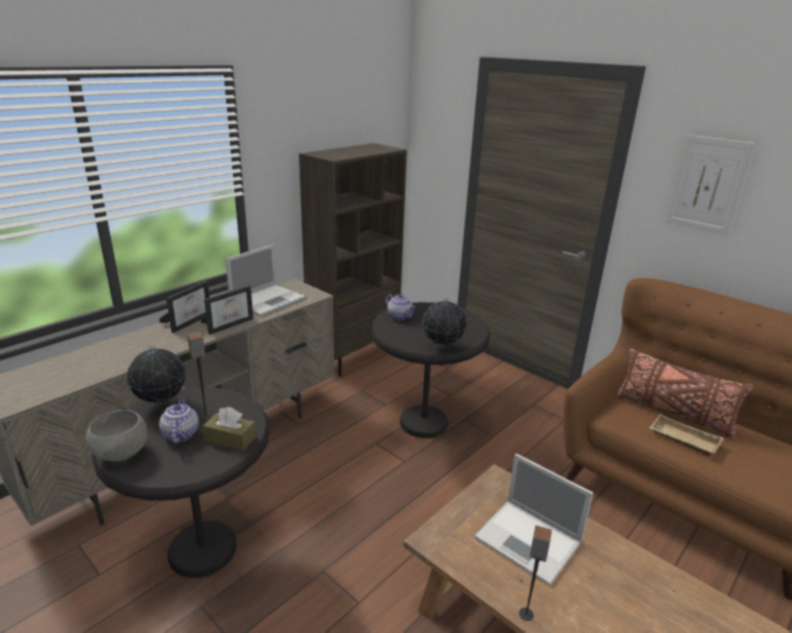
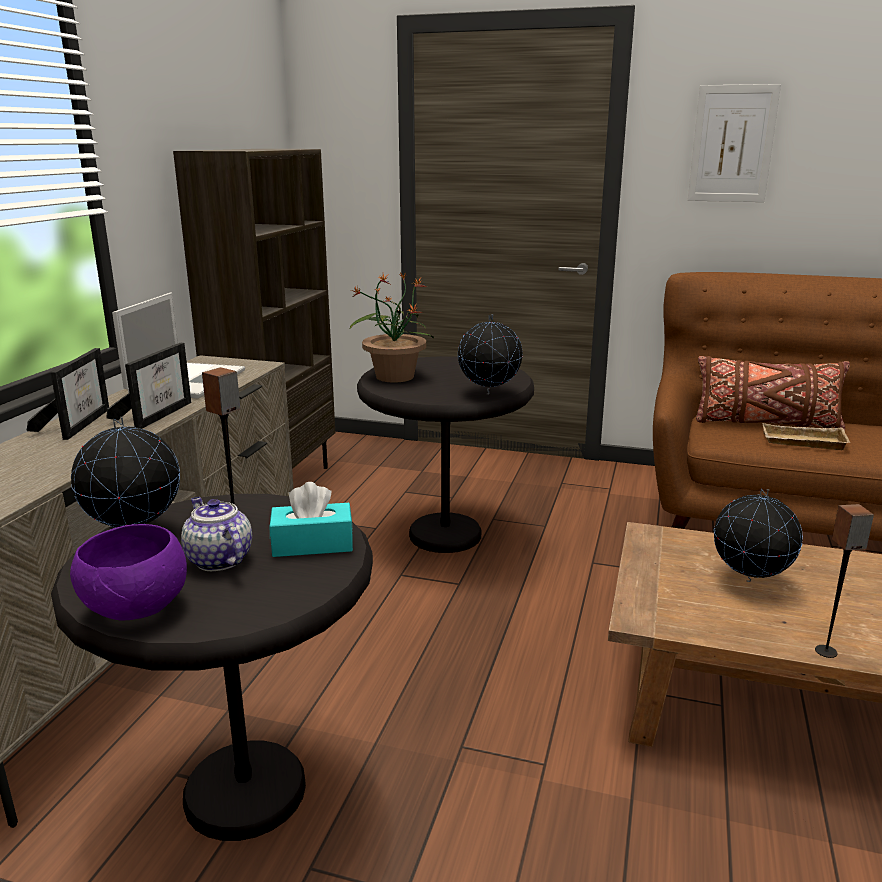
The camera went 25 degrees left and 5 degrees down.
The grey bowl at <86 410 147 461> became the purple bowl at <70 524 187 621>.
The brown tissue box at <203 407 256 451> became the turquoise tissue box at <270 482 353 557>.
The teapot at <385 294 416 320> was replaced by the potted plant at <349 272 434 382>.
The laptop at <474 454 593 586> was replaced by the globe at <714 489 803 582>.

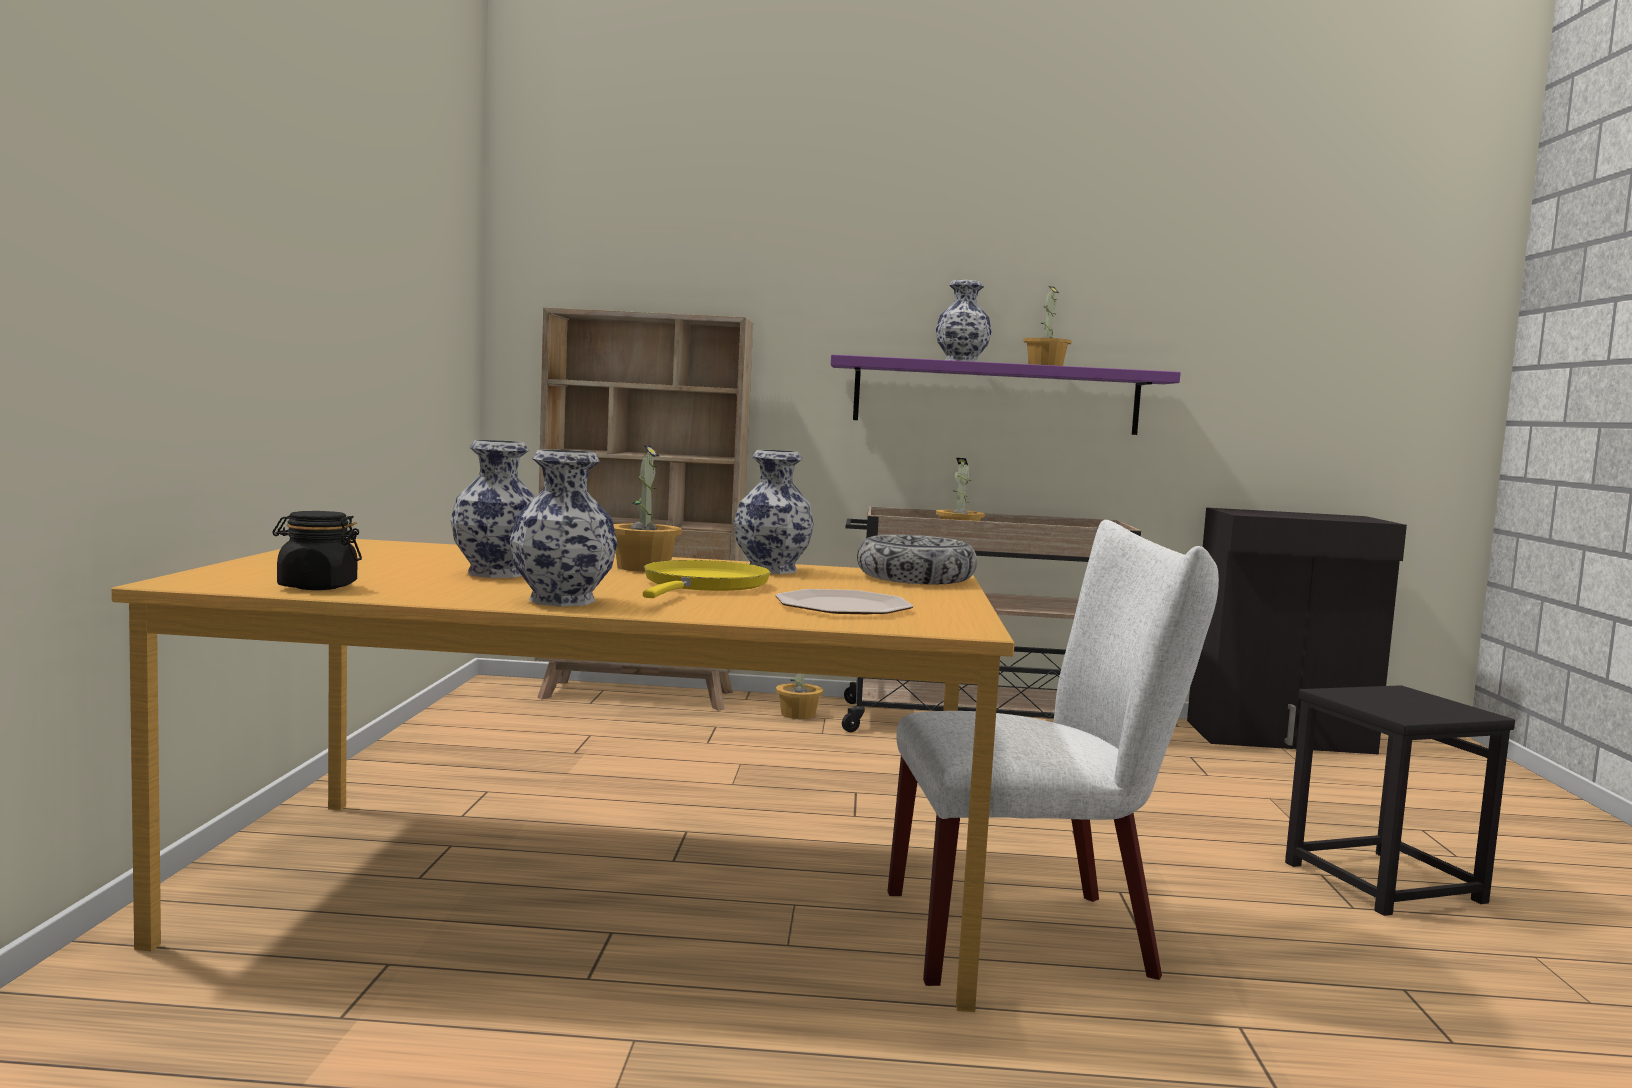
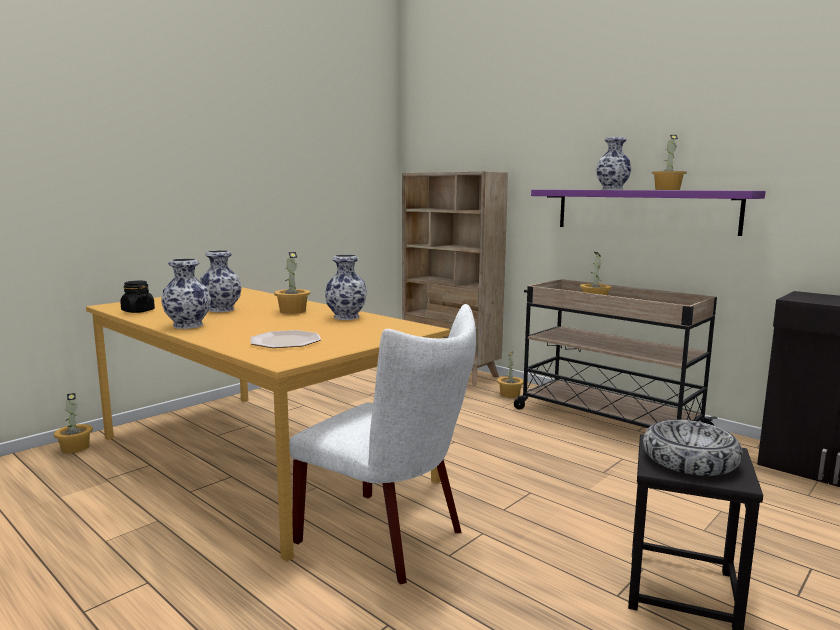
The camera went 40 degrees right and 5 degrees up.
The yellow frying pan at <643 560 771 598> disappeared.
The bowl moved from <857 535 977 584> to <643 420 743 476>.
The potted plant at <54 393 93 453> appeared.

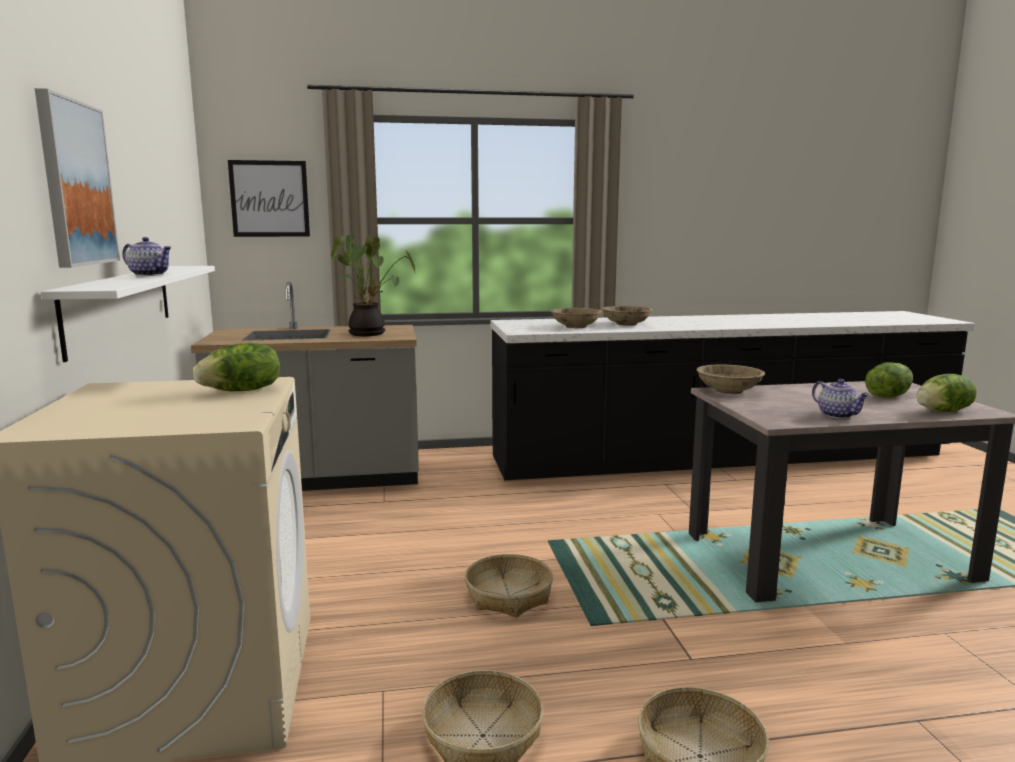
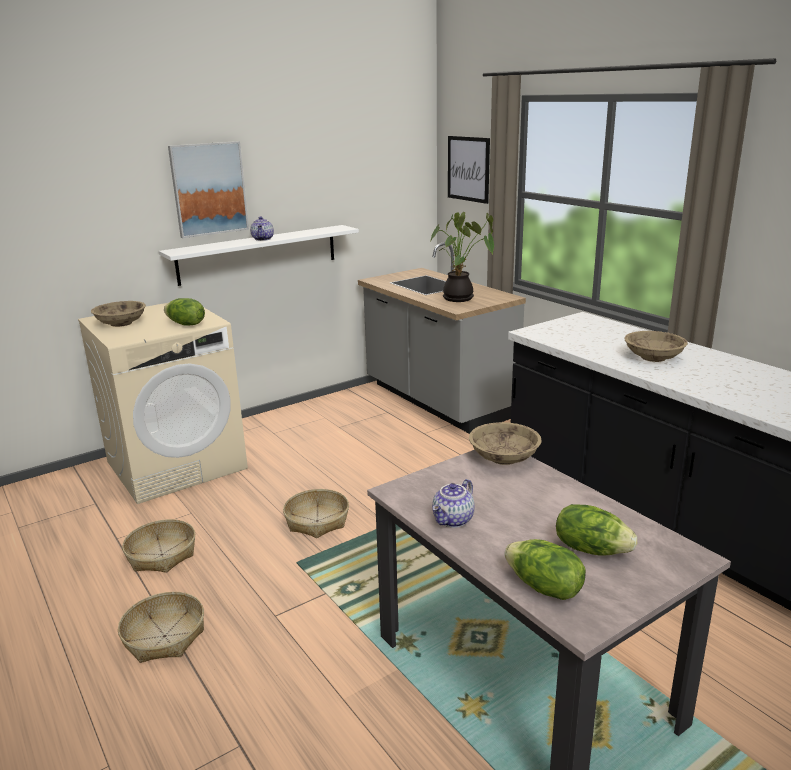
The camera went 65 degrees right and 10 degrees up.
The beige bowl moved from <551 308 602 328> to <91 301 146 327>.

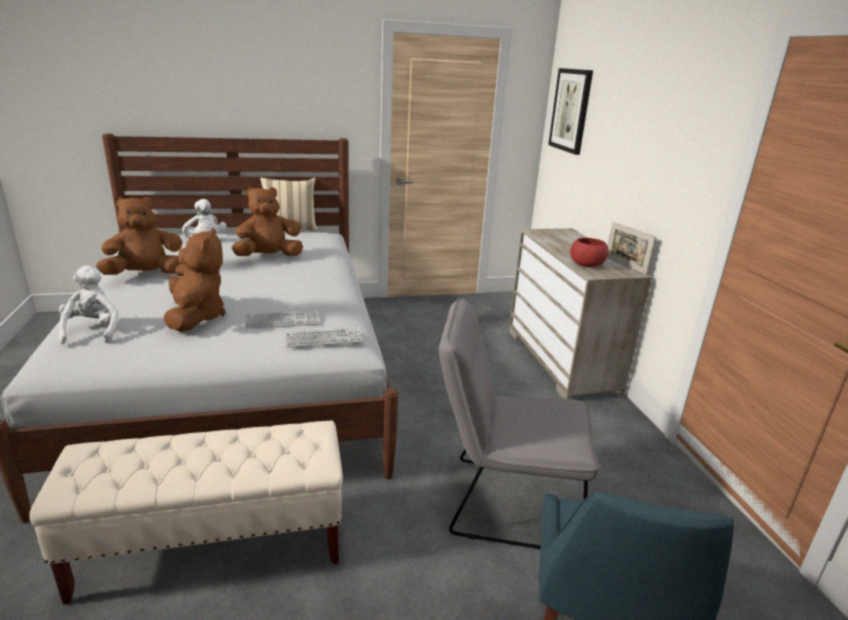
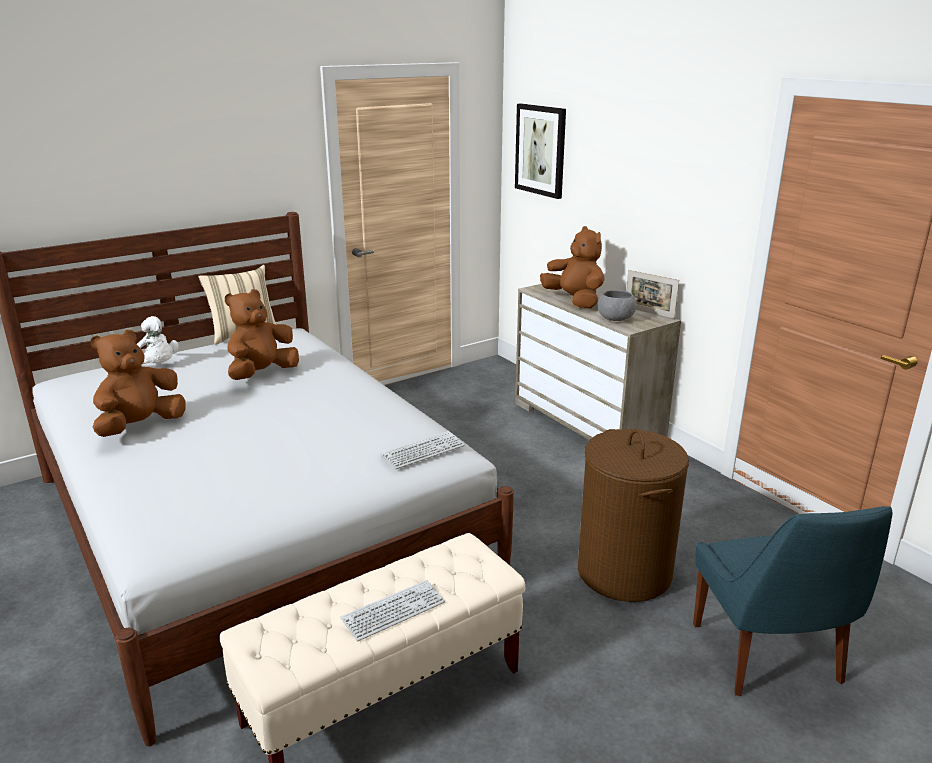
The camera went 20 degrees left and 0 degrees up.
The white plush toy at <59 266 119 344> disappeared.
The brown plush toy moved from <164 228 226 332> to <540 226 604 308>.
The keyboard moved from <245 310 320 328> to <340 580 445 641>.
The grey chair at <439 297 601 549> was replaced by the brown laundry basket at <578 429 689 602>.
The red bowl at <570 238 609 267> became the grey bowl at <597 290 637 321>.

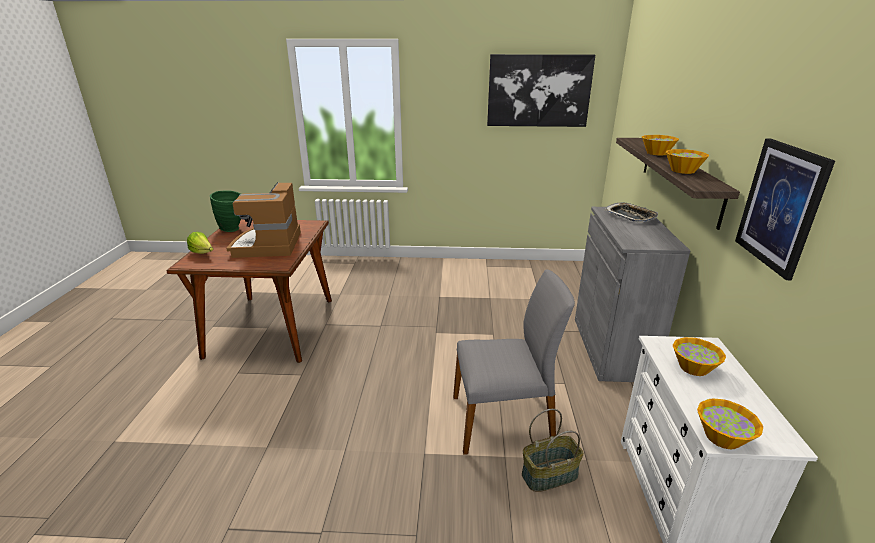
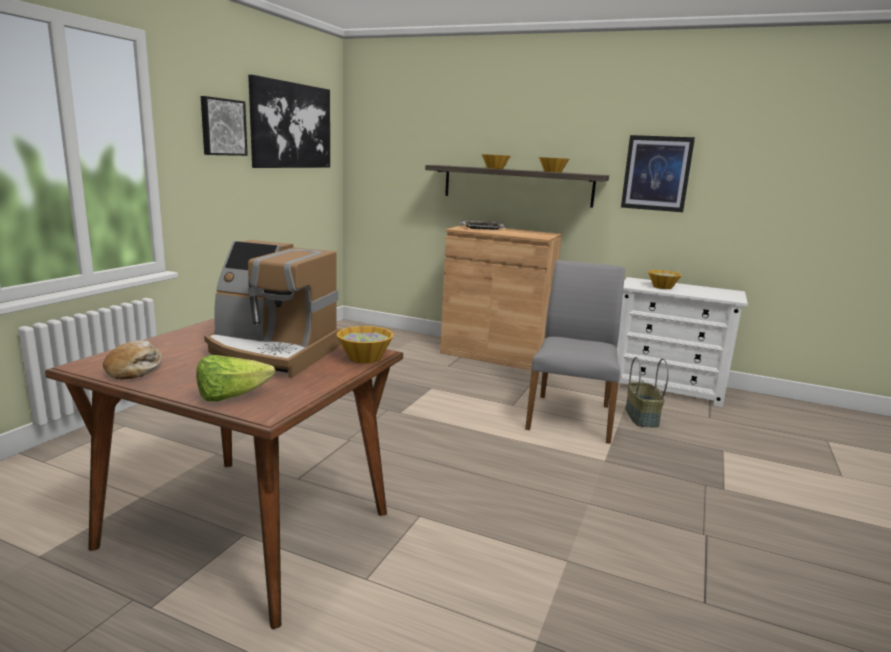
The camera went 70 degrees left and 10 degrees down.
The green vase at <210 190 241 232> was replaced by the bread at <103 340 162 380>.
The grey cabinet at <575 207 690 382> became the brown cabinet at <440 224 562 371>.
The bowl moved from <697 398 763 449> to <336 326 394 364>.
The picture at <201 96 248 156> appeared.

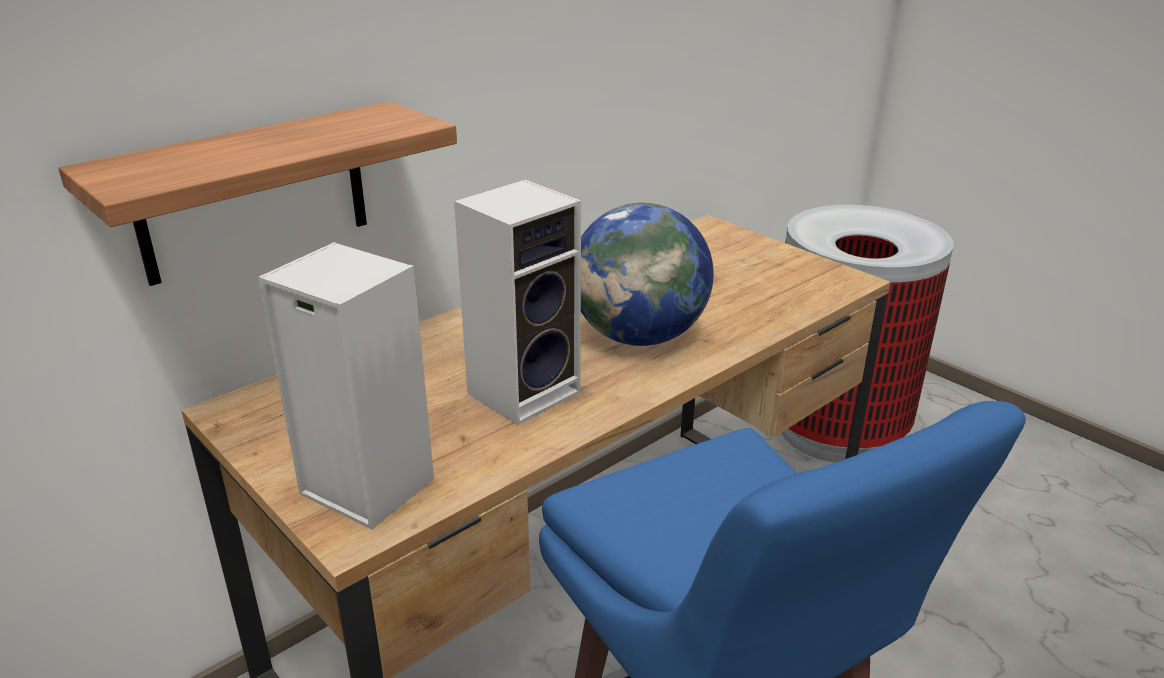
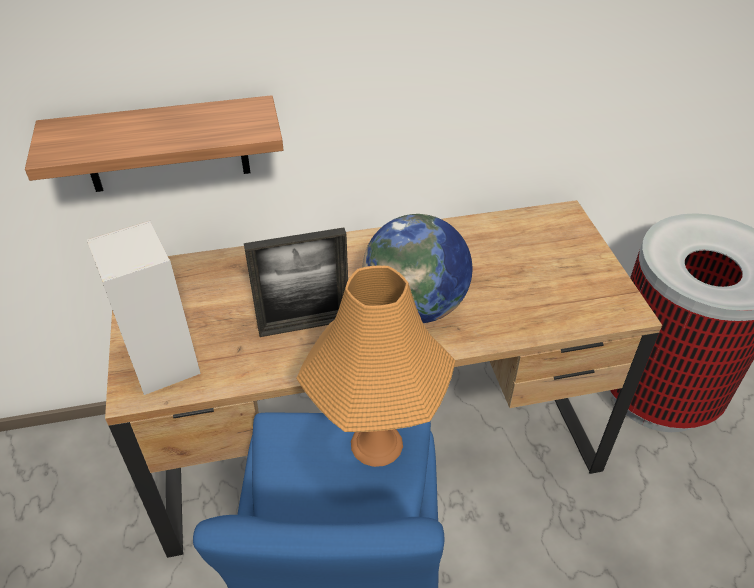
The camera went 30 degrees right and 15 degrees up.
The speaker at <454 180 581 425> was replaced by the picture frame at <244 227 348 337>.
The orange table lamp at <296 265 456 467> appeared.

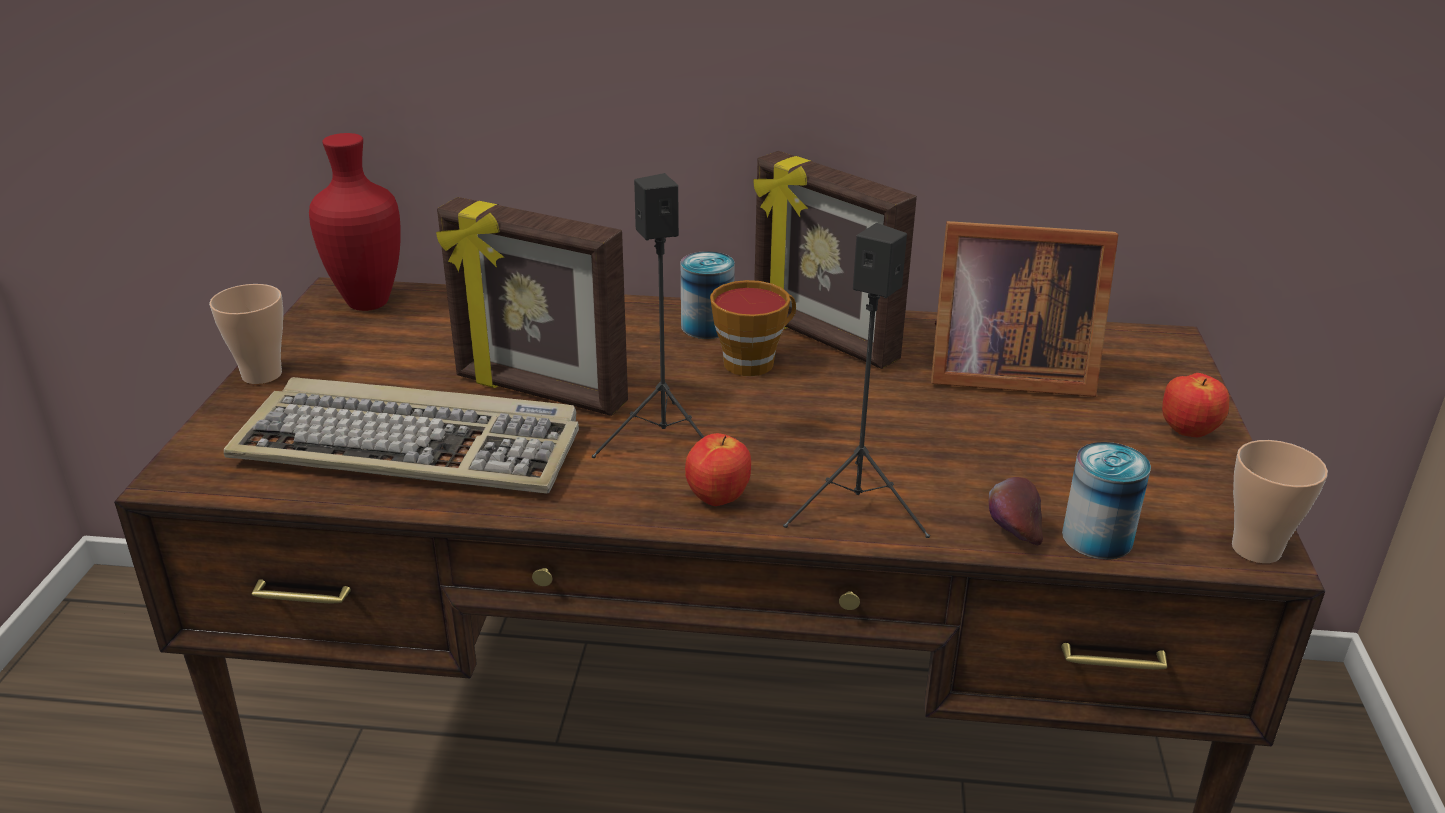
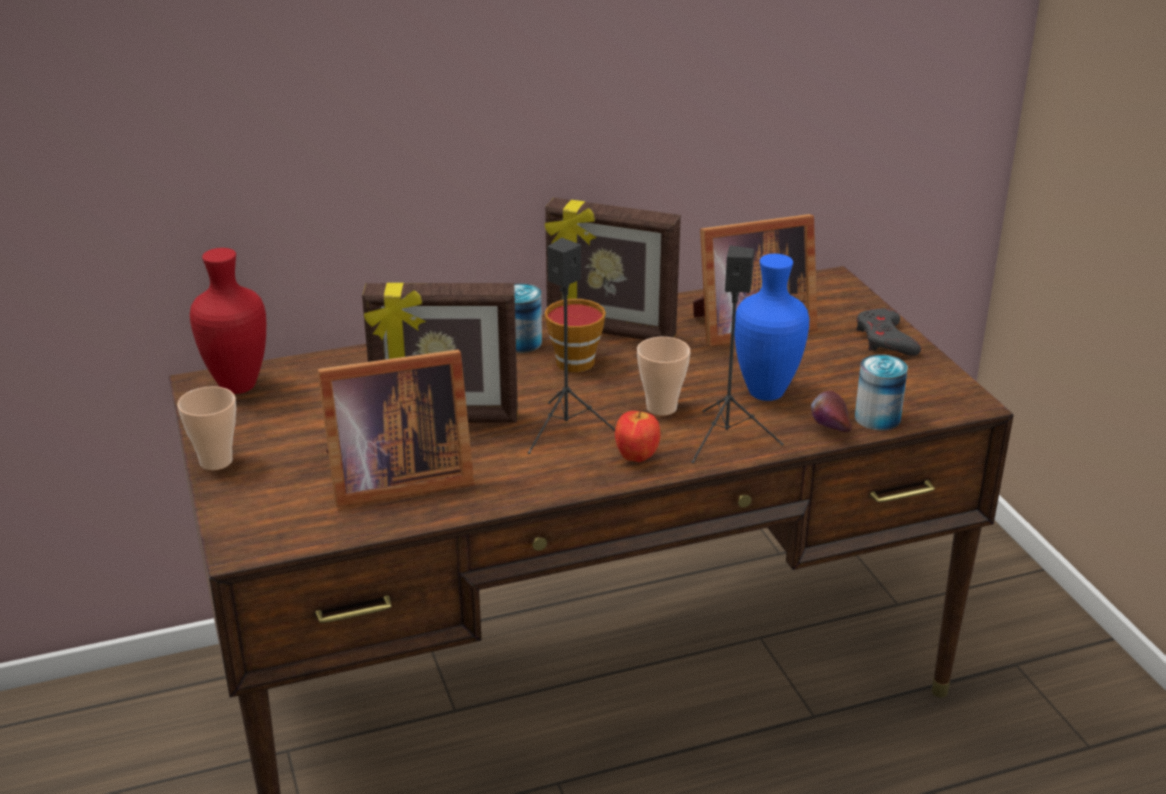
The camera went 25 degrees left and 0 degrees up.
The keyboard at <224 377 579 493> was replaced by the picture frame at <318 349 474 507>.
The apple at <1162 373 1229 437> was replaced by the grey game controller at <857 308 921 356>.
The cup moved from <1232 440 1328 563> to <637 337 690 416>.
The blue vase at <734 254 809 401> appeared.

